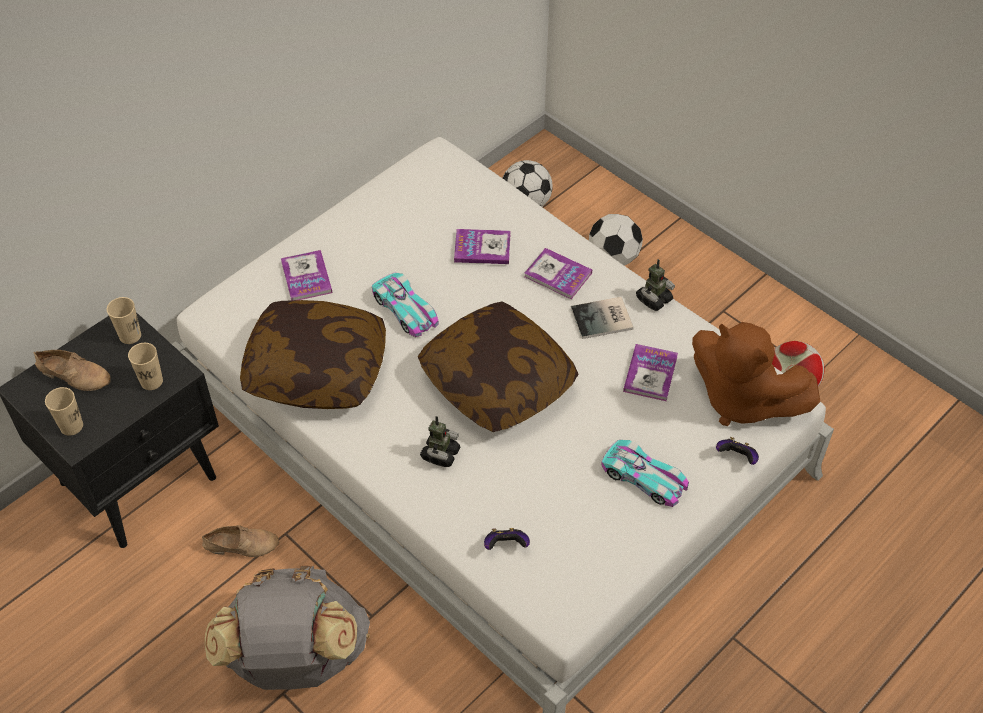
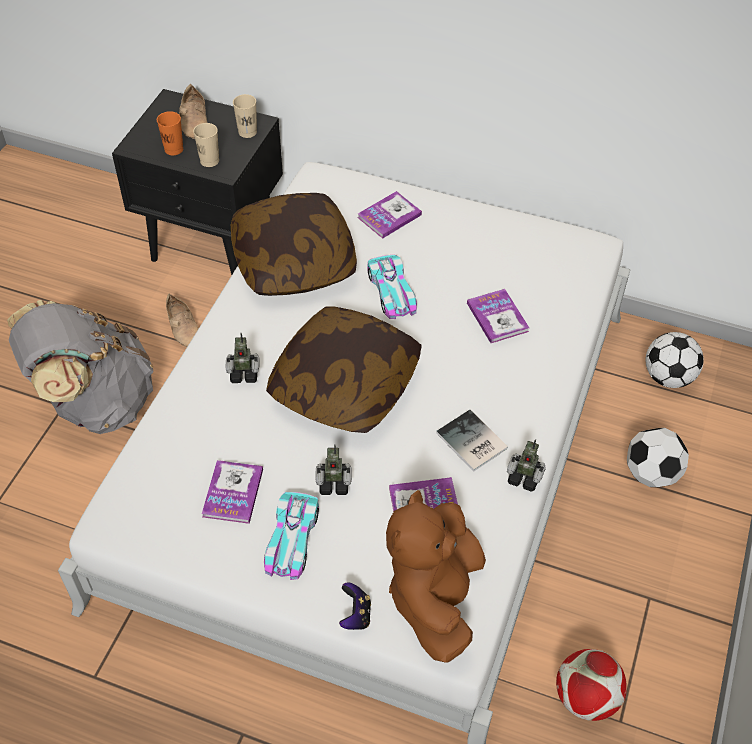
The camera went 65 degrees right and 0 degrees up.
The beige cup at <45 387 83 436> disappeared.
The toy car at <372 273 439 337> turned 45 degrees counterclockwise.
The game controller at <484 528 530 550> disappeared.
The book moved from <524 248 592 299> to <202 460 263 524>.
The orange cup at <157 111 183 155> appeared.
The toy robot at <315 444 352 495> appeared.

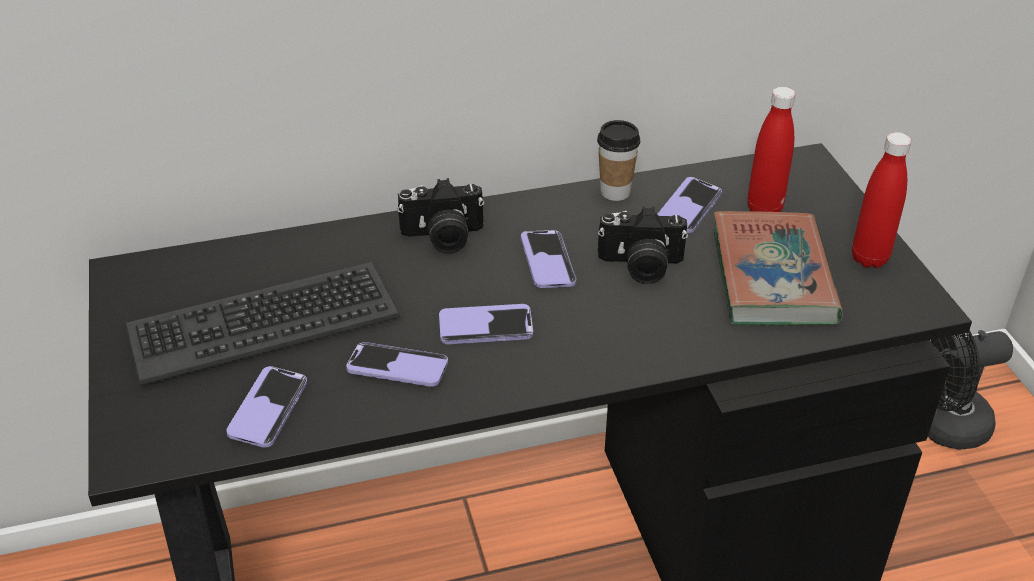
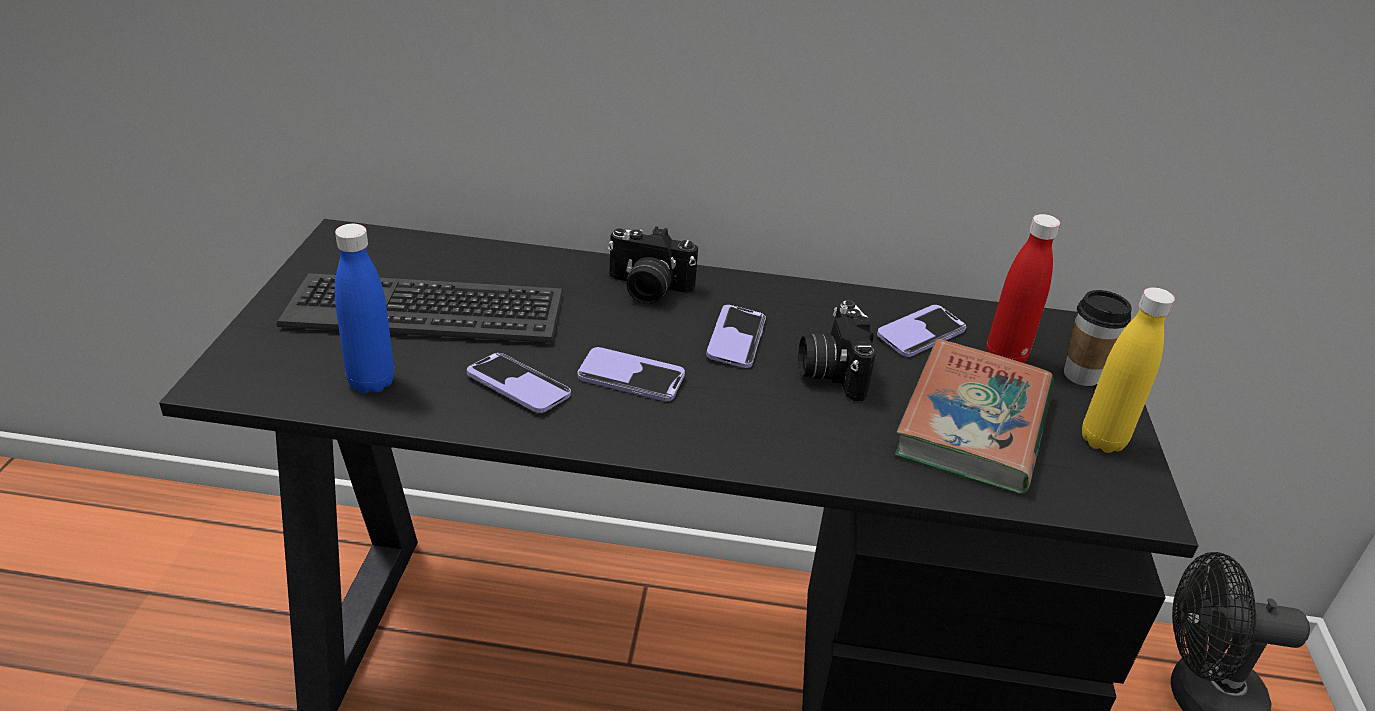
The camera went 20 degrees right and 5 degrees down.
The phone at <226 366 307 448> was replaced by the blue bottle at <335 224 394 394>.
The cup moved from <597 120 640 201> to <1064 290 1132 386>.
The photo camera at <598 206 688 284> turned 60 degrees clockwise.
The red bottle at <852 132 911 268> became the yellow bottle at <1082 287 1175 453>.

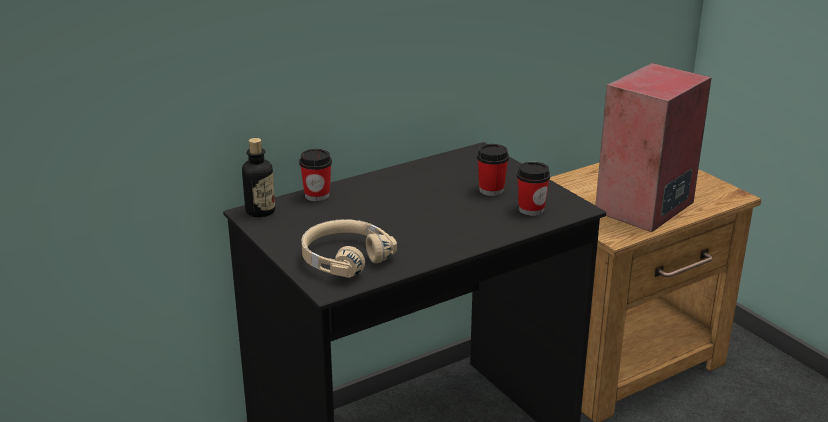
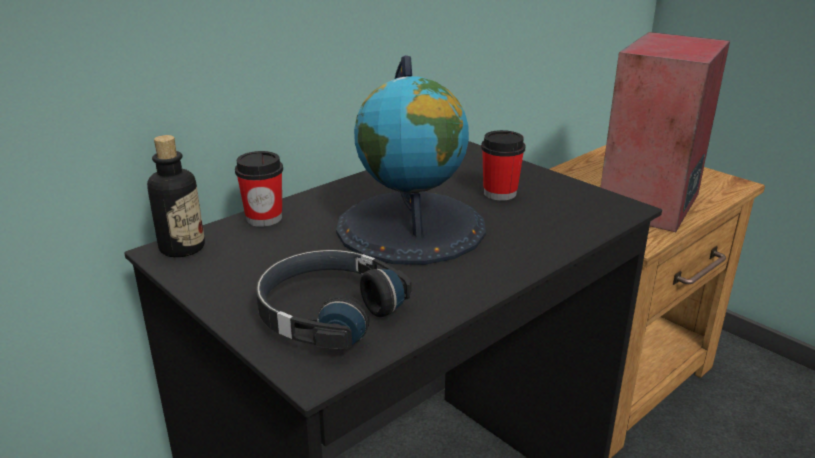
The camera went 10 degrees left and 0 degrees up.
The beige headphones at <302 219 397 278> became the black headphones at <256 249 412 349>.
The cup at <517 162 550 216> disappeared.
The globe at <336 55 486 265> appeared.

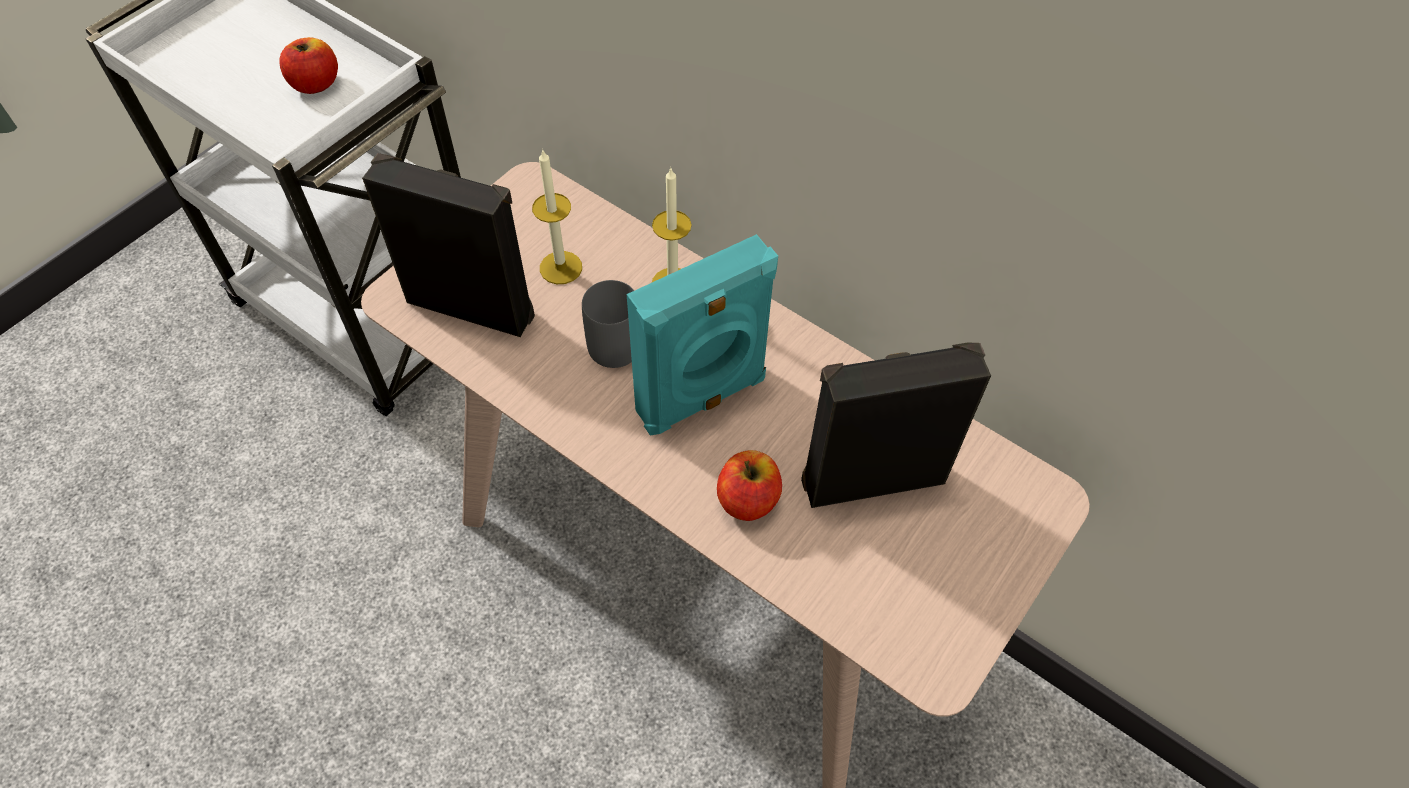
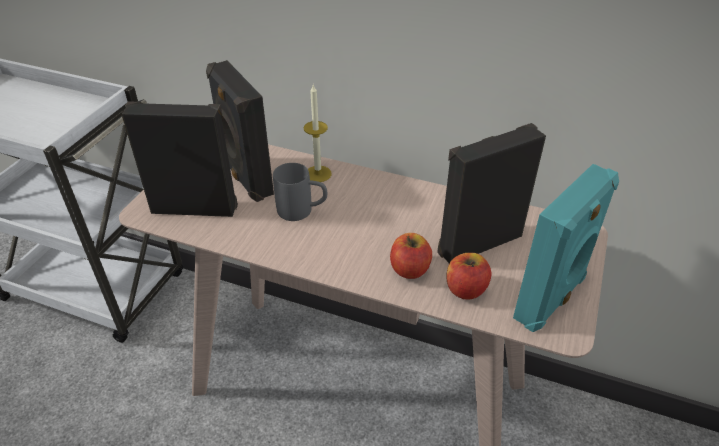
The camera went 15 degrees left and 15 degrees down.
The apple moved from <279 37 338 94> to <446 253 491 300>.
The candle at <532 150 582 284> was replaced by the black speaker at <206 60 274 202>.
The turquoise speaker moved from <627 234 778 436> to <513 164 619 332>.

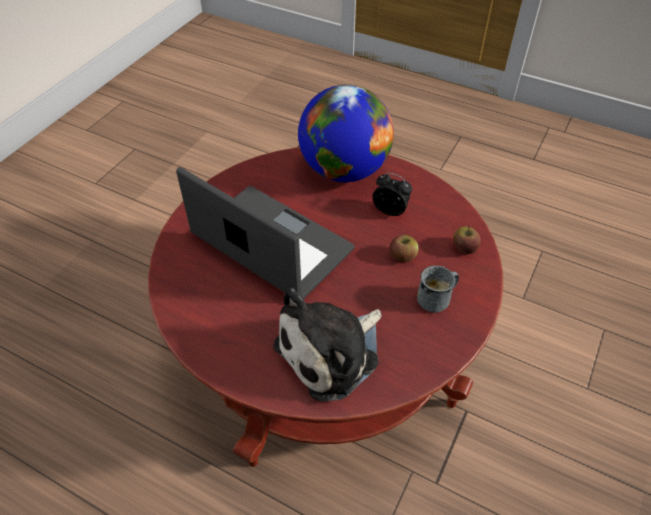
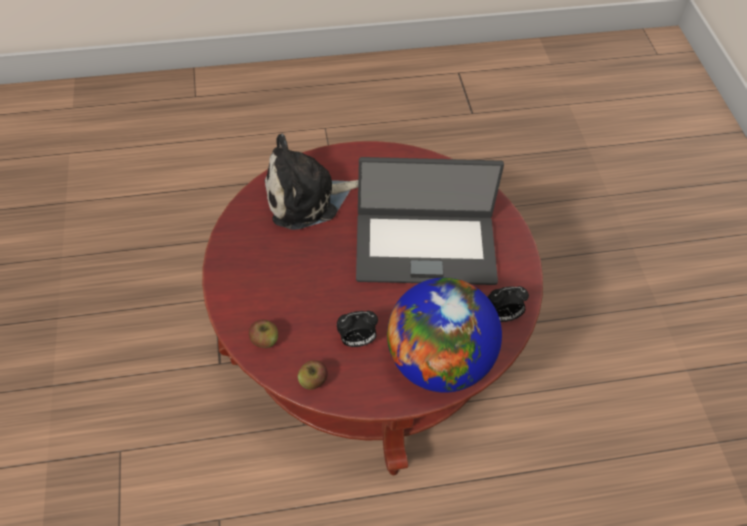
The camera went 140 degrees right and 5 degrees up.
The plush toy at <273 288 382 402> turned 120 degrees counterclockwise.
The apple moved from <389 235 419 262> to <298 360 328 390>.
The grey mug at <417 265 459 313> disappeared.
The alarm clock at <487 286 529 322> appeared.

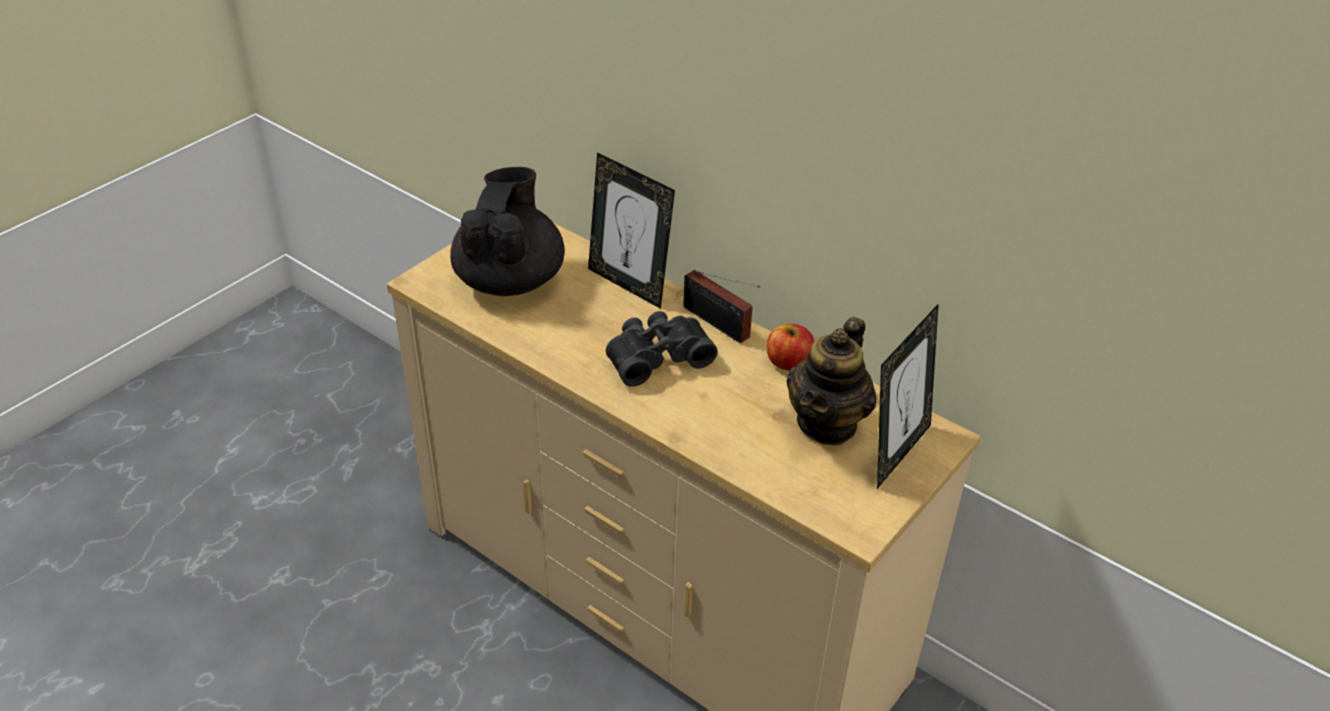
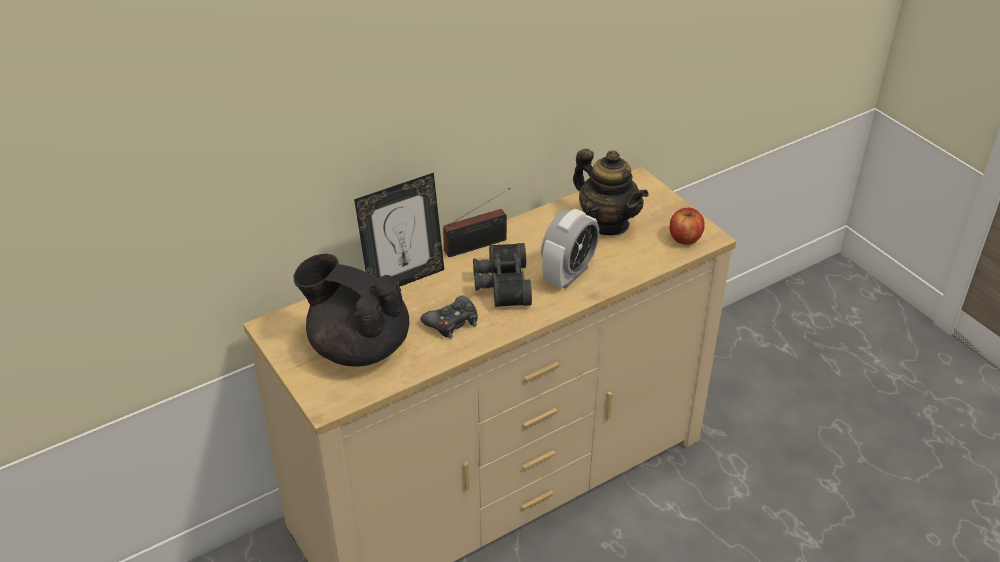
The camera went 70 degrees left and 0 degrees up.
The apple moved from <766 324 815 370> to <670 208 705 245>.
The picture frame at <877 303 939 489> disappeared.
The black game controller at <420 296 478 339> appeared.
The alarm clock at <541 209 599 289> appeared.

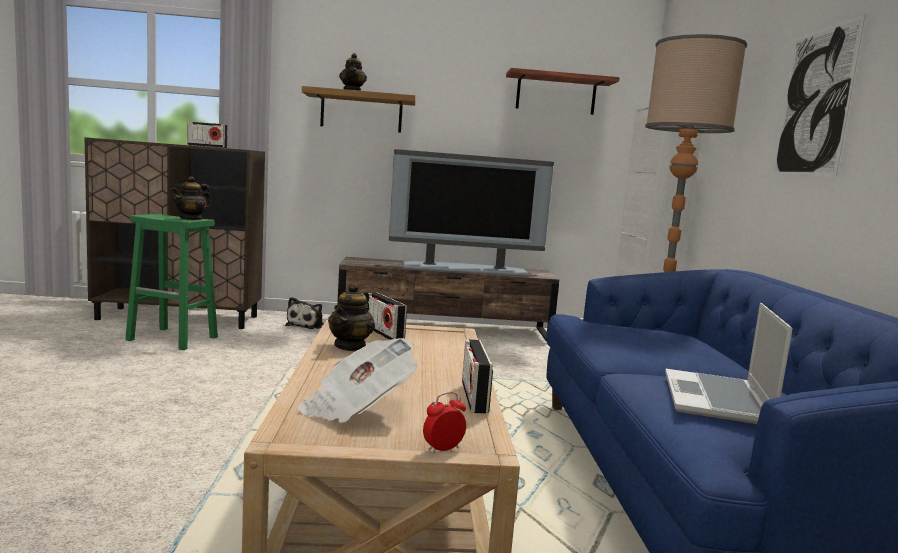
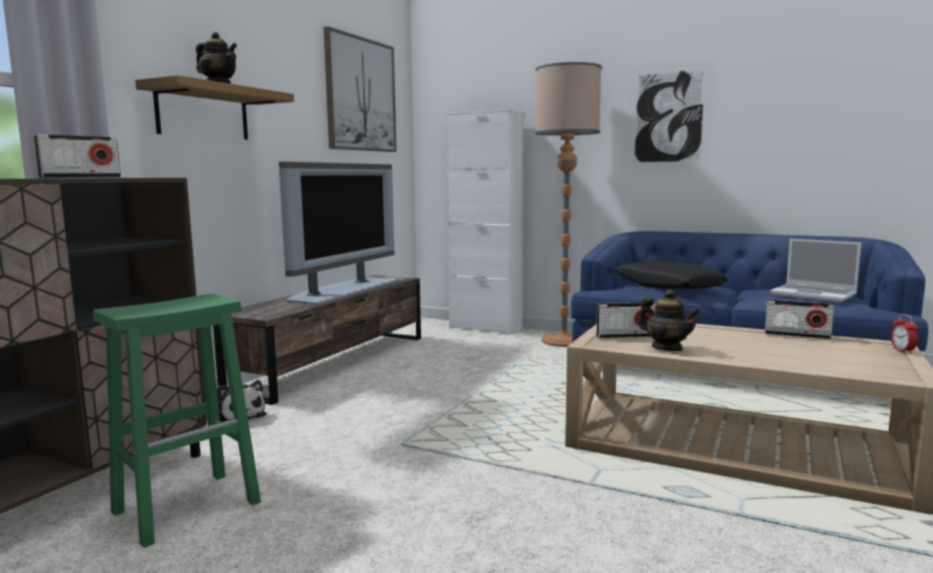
The camera went 60 degrees left and 0 degrees up.
The teapot at <171 176 211 220> disappeared.
The newspaper at <298 338 418 423> disappeared.
The shelf at <506 68 620 115> was replaced by the picture at <324 26 397 152>.
The black pillow at <615 261 728 289> appeared.

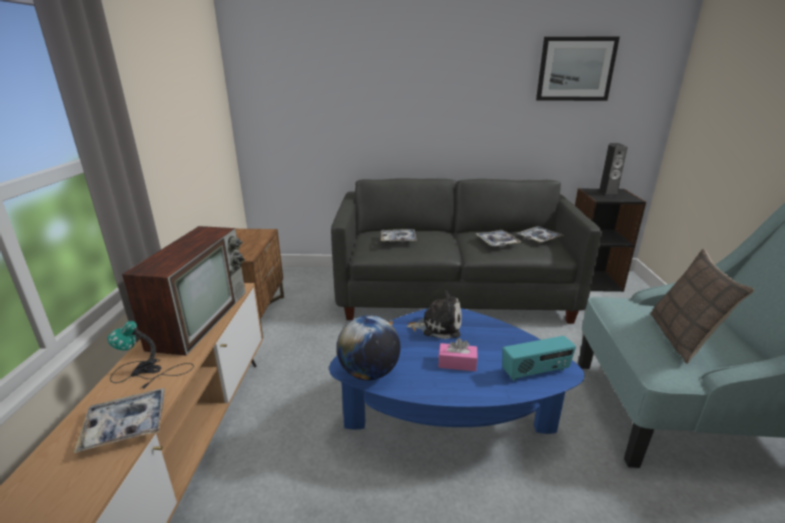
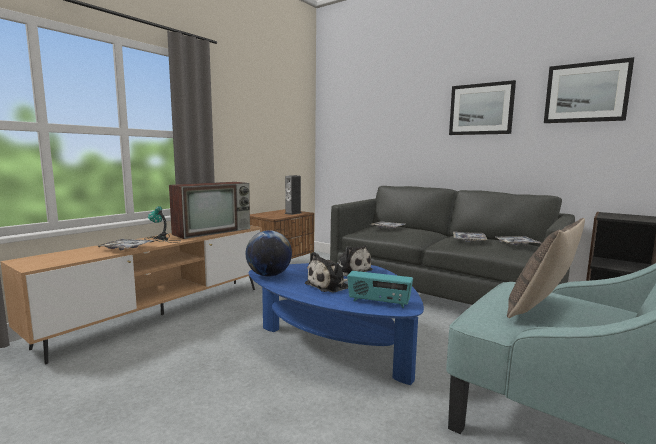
The camera went 35 degrees right and 15 degrees down.
The pink tissue box at <438 338 478 371> was replaced by the plush toy at <305 252 348 293>.
The speaker moved from <598 143 627 197> to <285 175 301 215>.
The picture at <449 80 516 135> appeared.

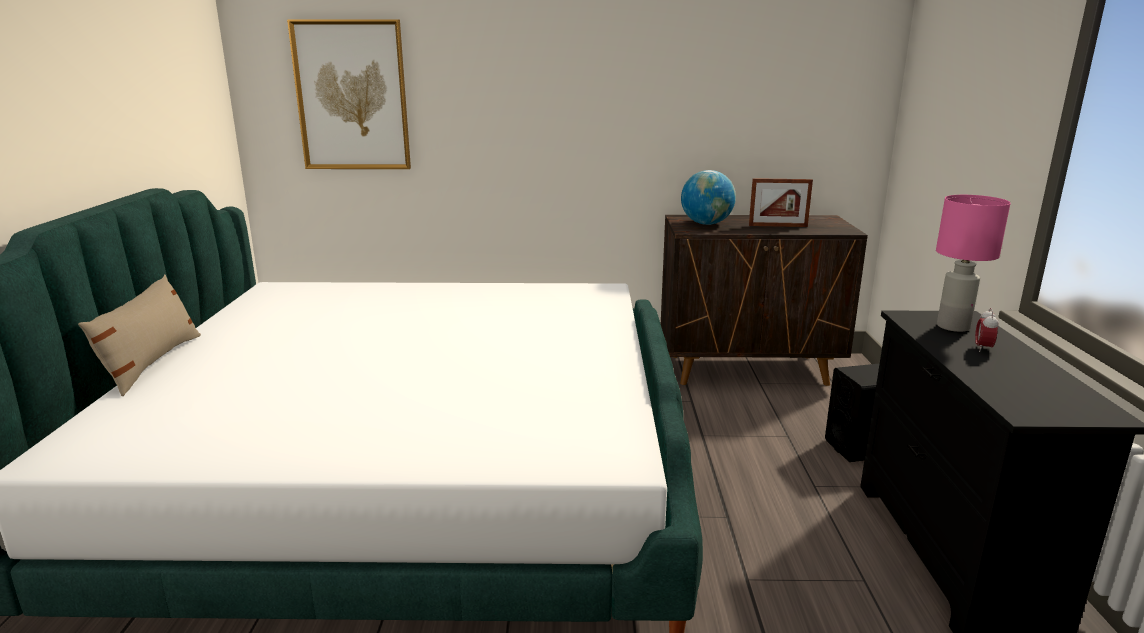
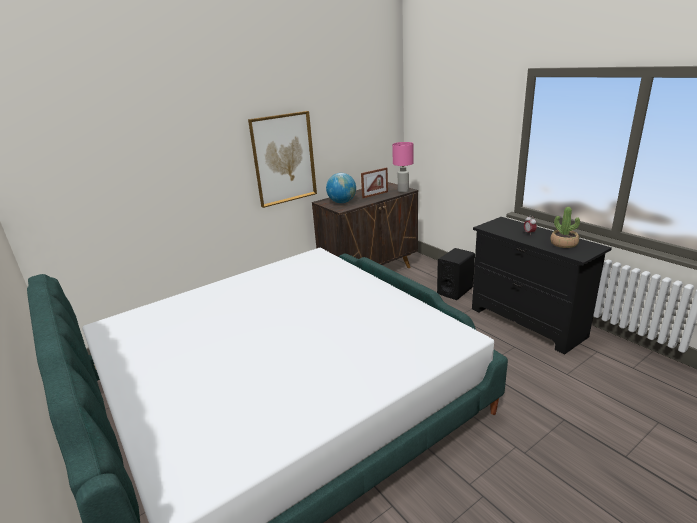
The camera went 35 degrees left and 5 degrees up.
The beige pillow at <78 274 201 396> disappeared.
The picture moved from <287 19 411 169> to <248 111 317 208>.
The pink table lamp moved from <936 195 1011 332> to <392 142 413 192>.
The potted plant at <550 207 580 248> appeared.

